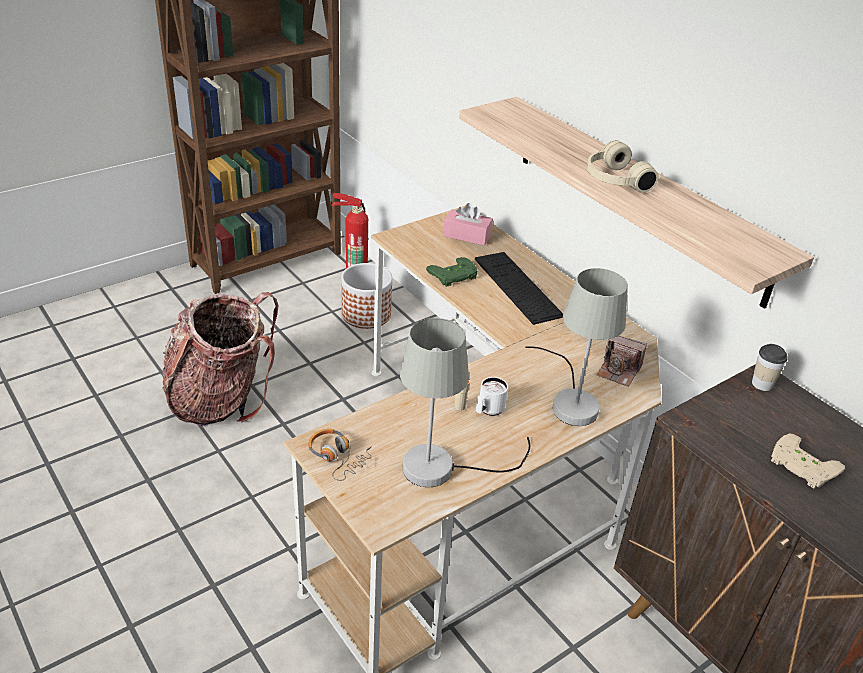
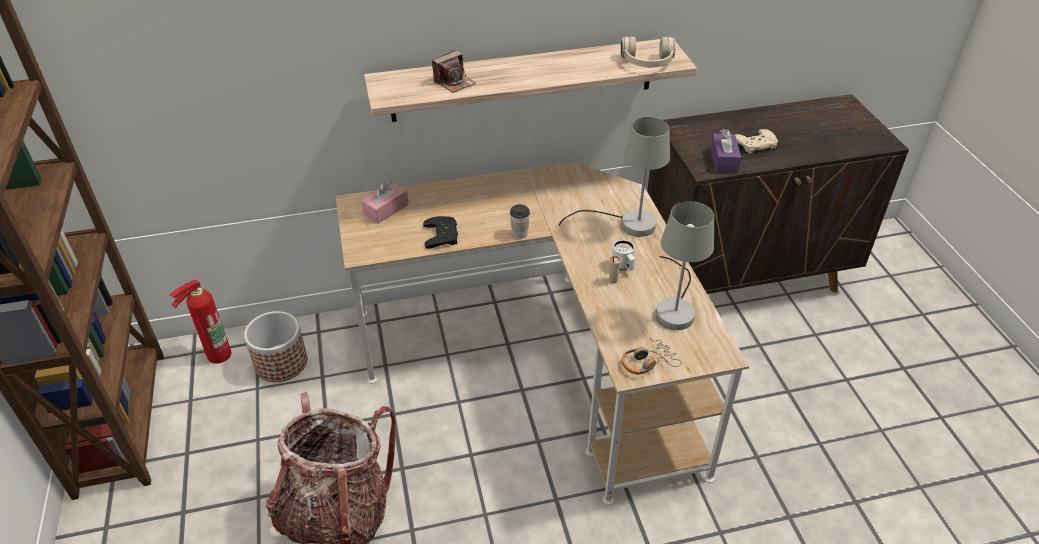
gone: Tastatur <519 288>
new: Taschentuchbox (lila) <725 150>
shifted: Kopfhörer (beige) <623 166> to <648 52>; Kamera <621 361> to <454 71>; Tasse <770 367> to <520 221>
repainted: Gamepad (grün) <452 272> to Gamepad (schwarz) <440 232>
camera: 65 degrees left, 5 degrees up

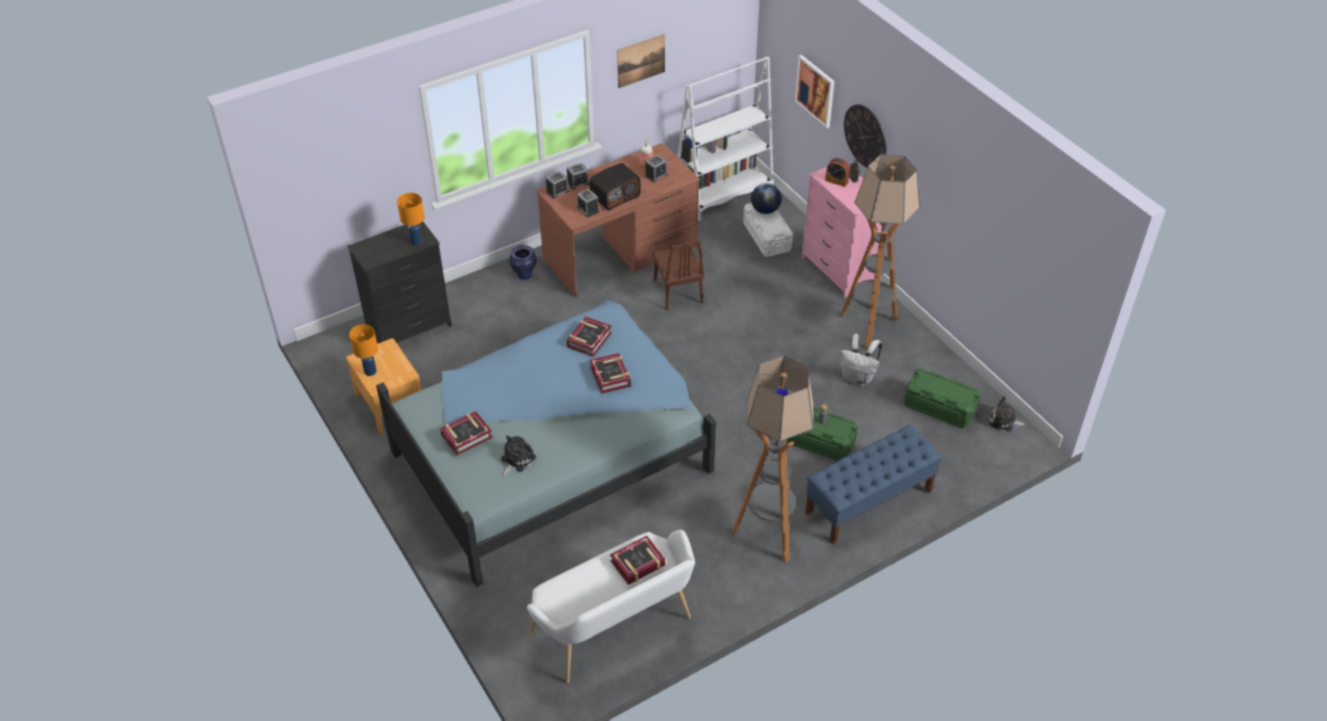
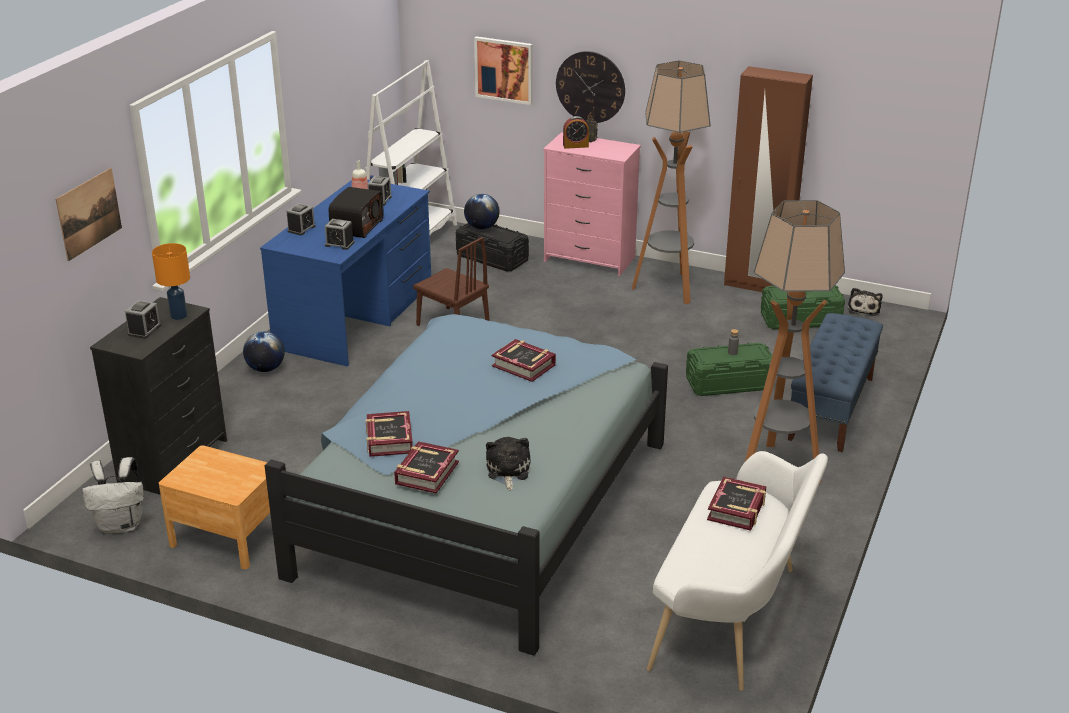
gone: Tischlampe (orange) <363 350>
new: Kleiderschrank (braun) <768 179>
shifted: Bild <641 61> to <89 214>; Wecker <557 185> to <143 319>; Buch <589 337> to <389 434>; Rucksack (weiß) <860 360> to <113 495>
swapped: Vase <523 262> to Globus <264 351>
repainted: Schreibtisch (braun) <618 220> to Schreibtisch (blau) <345 273>; Aufbewahrungsbox (weiß) <768 230> to Aufbewahrungsbox (schwarz) <492 247>
rotated: Plüschtier <1007 414> = <865 302> 60 degrees counterclockwise
camera: 35 degrees left, 15 degrees down

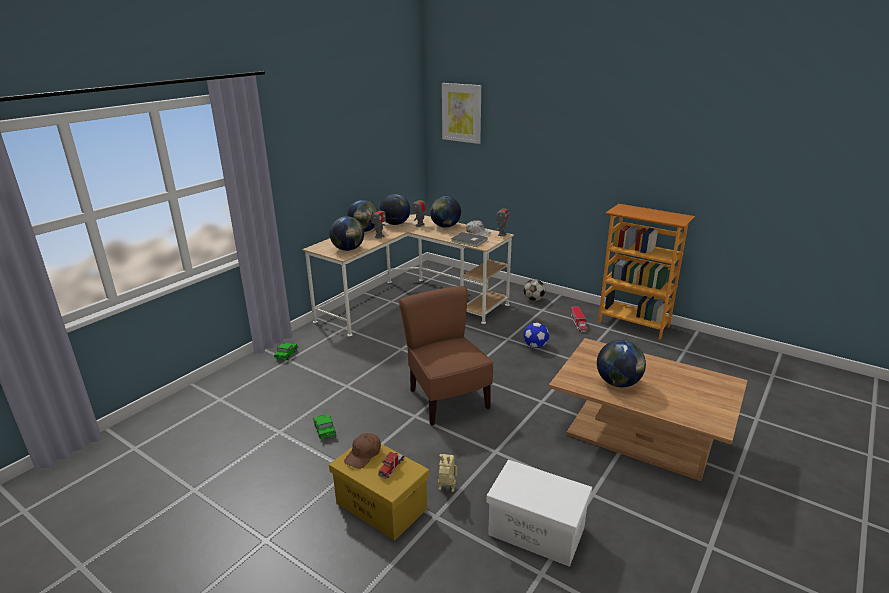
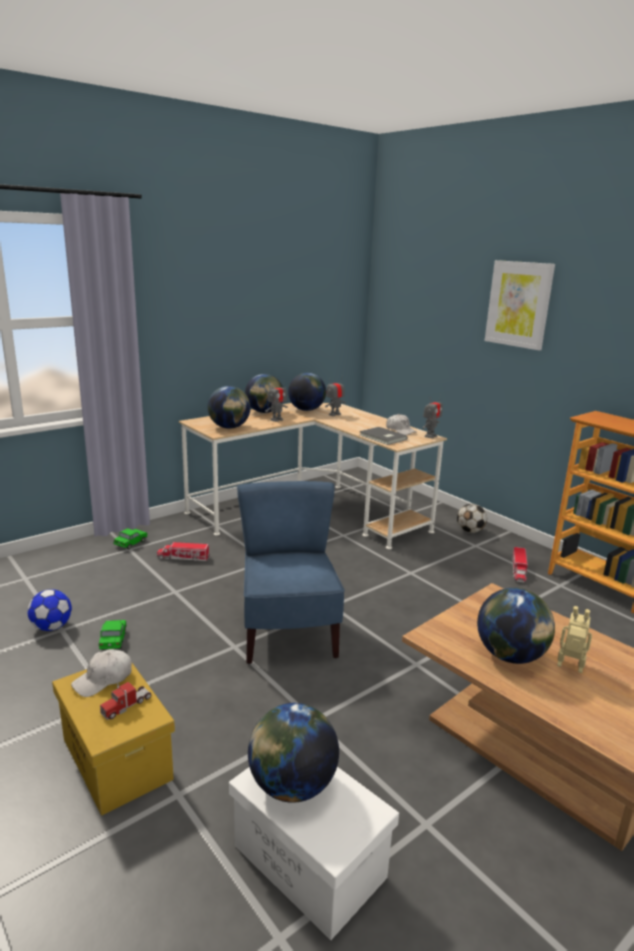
new: Spielzeuglaster <183 551>
shifted: Bild <461 113> to <520 305>; Globus <445 212> to <293 753>; Fußball <536 335> to <49 610>; Spielzeugroboter <447 473> to <574 639>
repainted: Stuhl (braun) <446 356> to Stuhl (blau) <291 572>; Kappe (braun) <362 451> to Kappe (weiß) <101 673>
camera: 15 degrees right, 5 degrees down

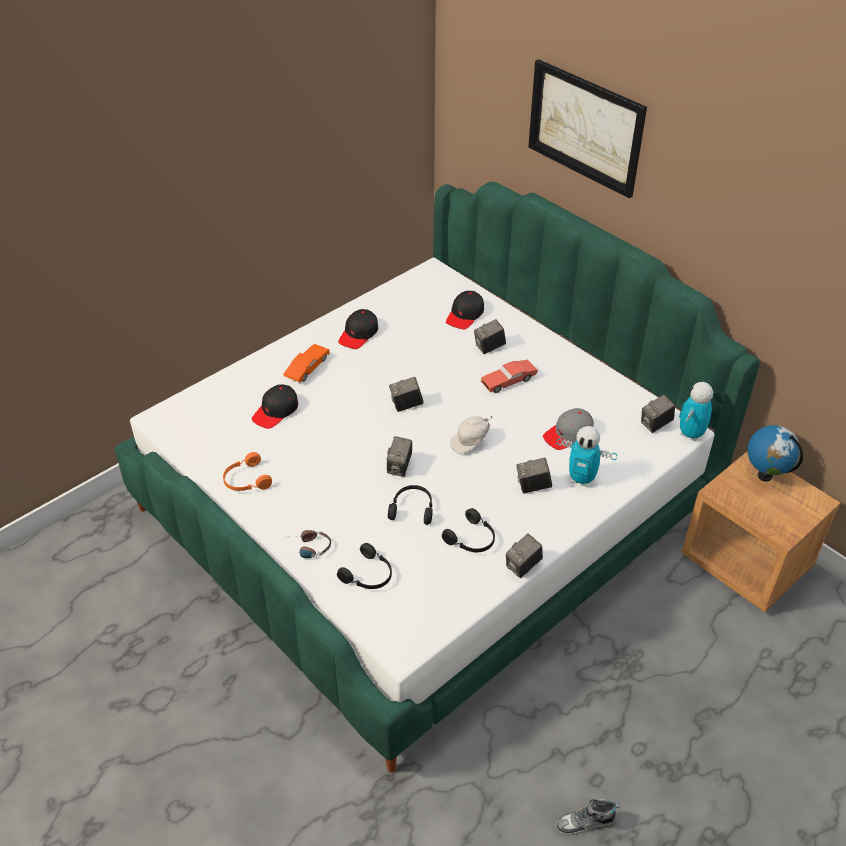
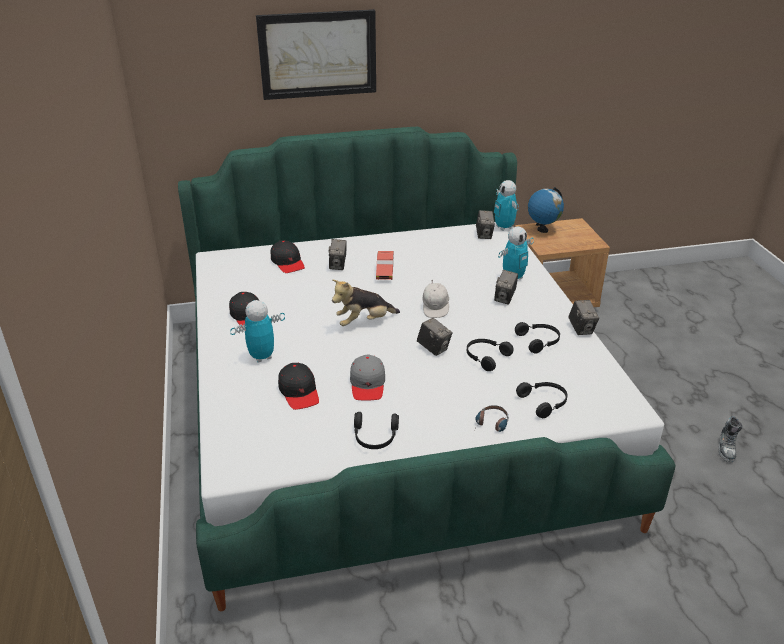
shifted: Kappe (grau) <568 429> to <367 377>
swapped: Spielzeugauto (orange) <307 363> to Spielzeugroboter <257 331>; Kamera <406 394> to Plüschtier <366 302>
repainted: Kopfhörer (orange) <247 471> to Kopfhörer (schwarz) <376 430>
camera: 60 degrees left, 10 degrees down

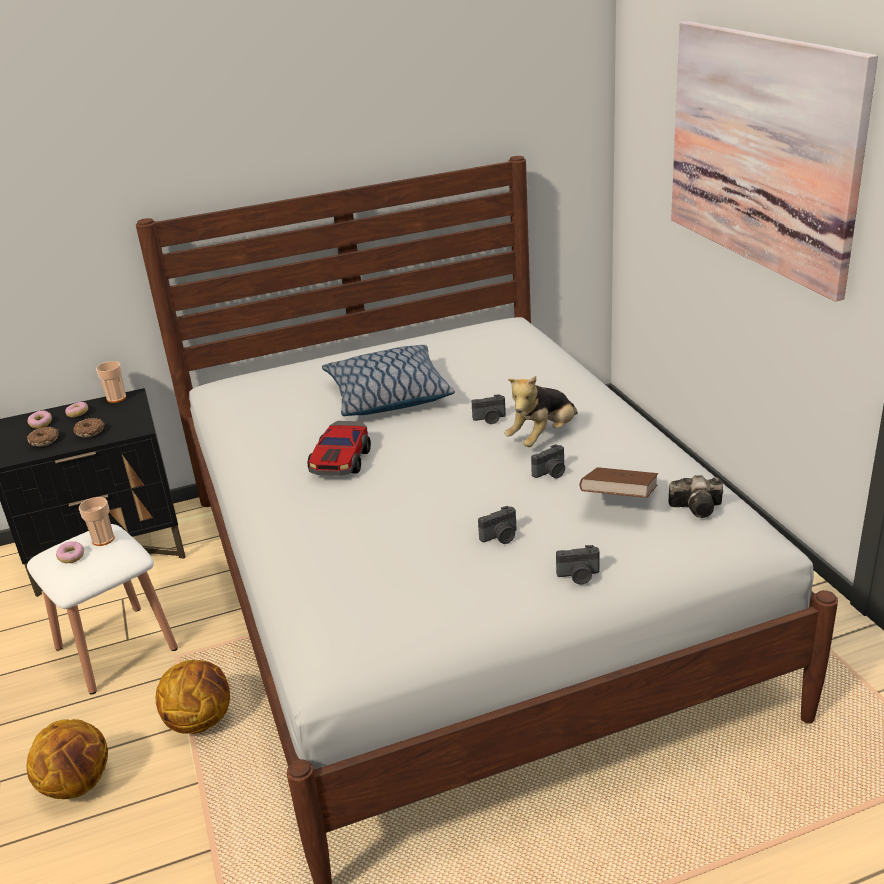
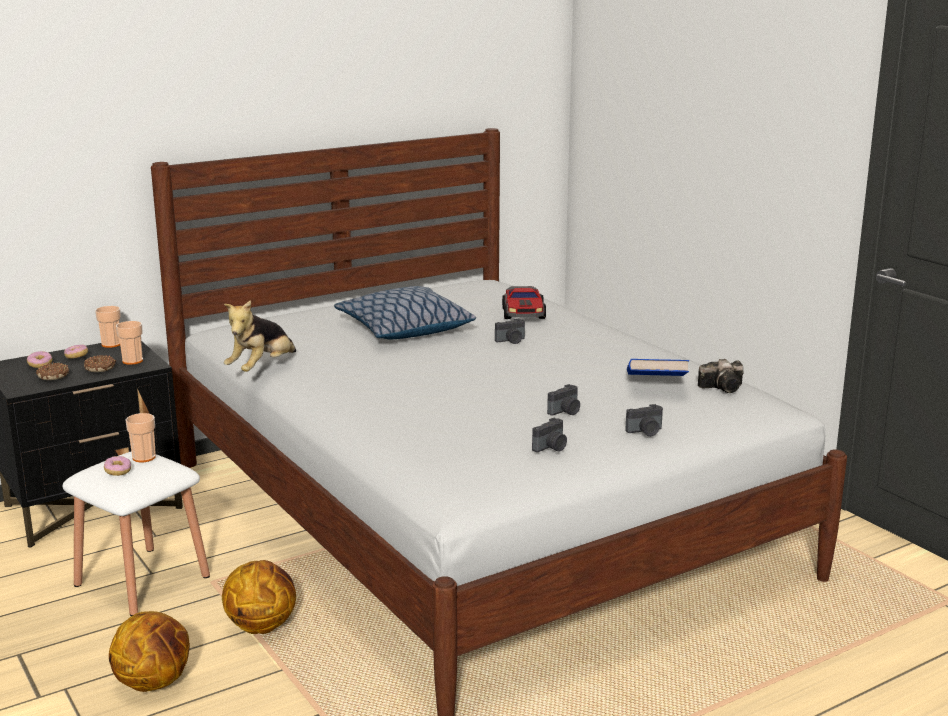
gone: Bild <774 161>
new: Tasse <129 343>
shifted: Plüschtier <541 411> to <260 336>; Spielzeugauto <339 448> to <524 302>; Kamera <548 461> to <549 435>
repainted: Buch (braun) <619 482> to Buch (blau) <658 367>
camera: 15 degrees left, 10 degrees down

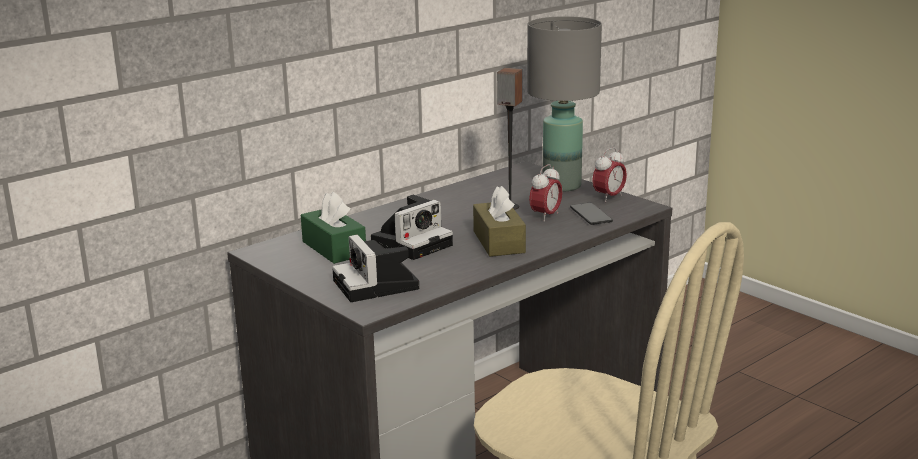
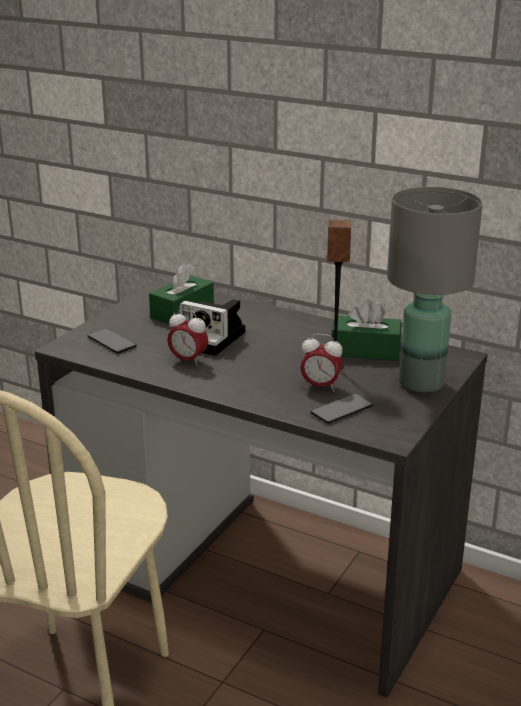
gone: Taschentuchbox (braun) <499 221>
new: Taschentuchbox (grün) <366 330>
shifted: Wecker <609 174> to <187 338>
swapped: Kamera <375 268> to Handy <112 341>
camera: 70 degrees right, 5 degrees up

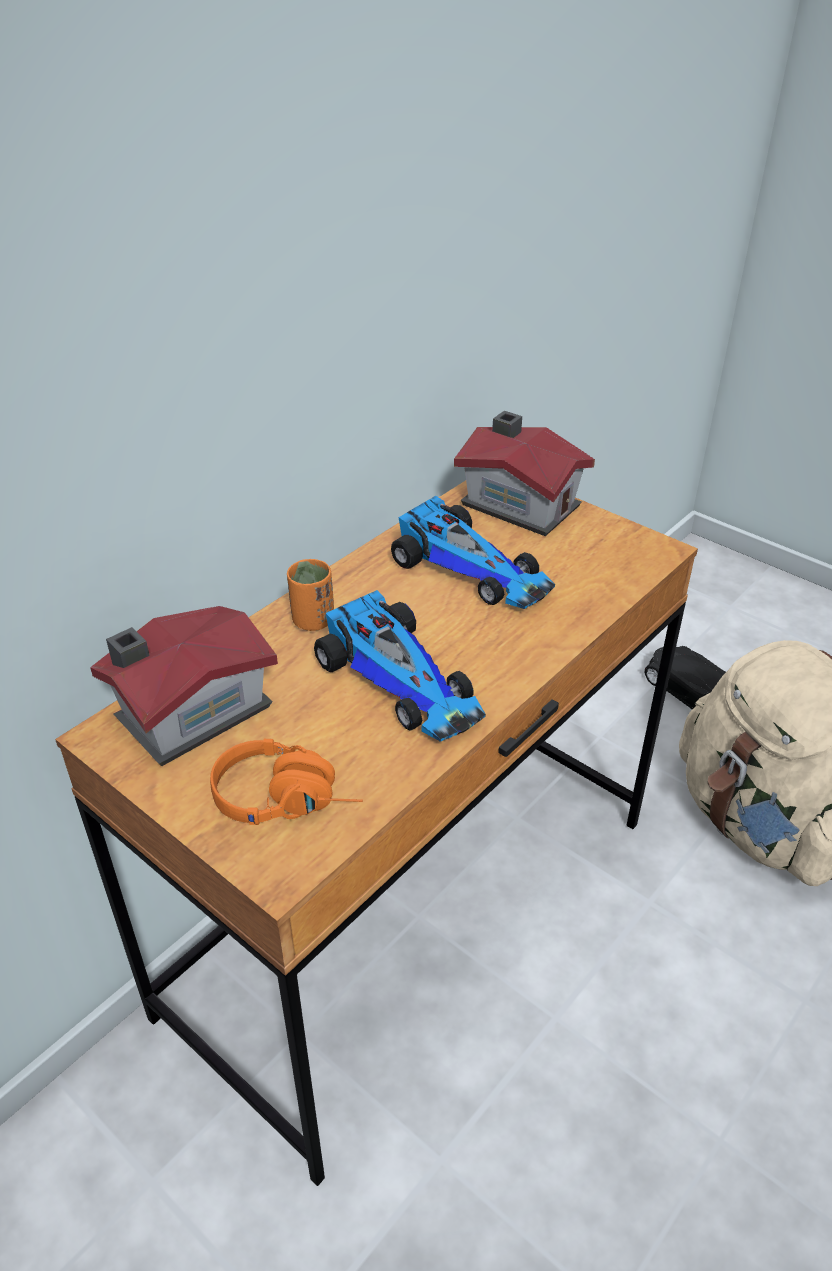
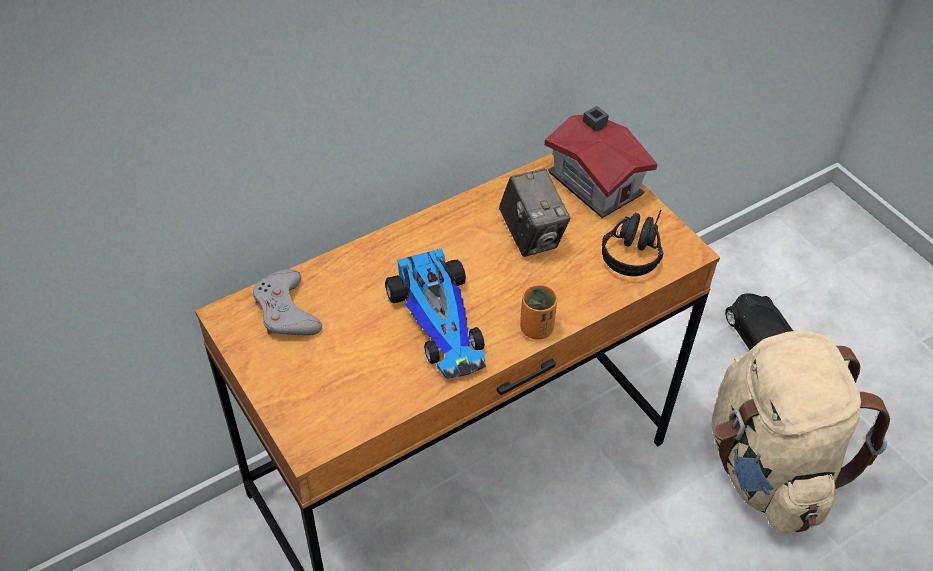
gone: Kopfhörer (orange) <286 782>
new: Kopfhörer (schwarz) <632 243>
shifted: Tasse (orange) <310 595> to <538 312>
swapped: Spielzeugauto <473 552> to Kamera <535 213>; Spielzeughaus <184 686> to Gamepad (grau) <287 302>
camera: 15 degrees right, 10 degrees up

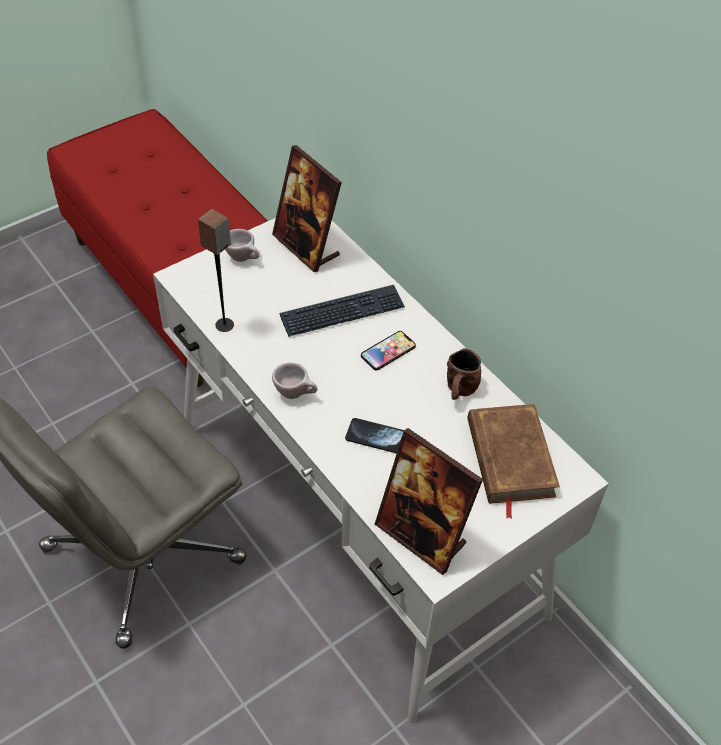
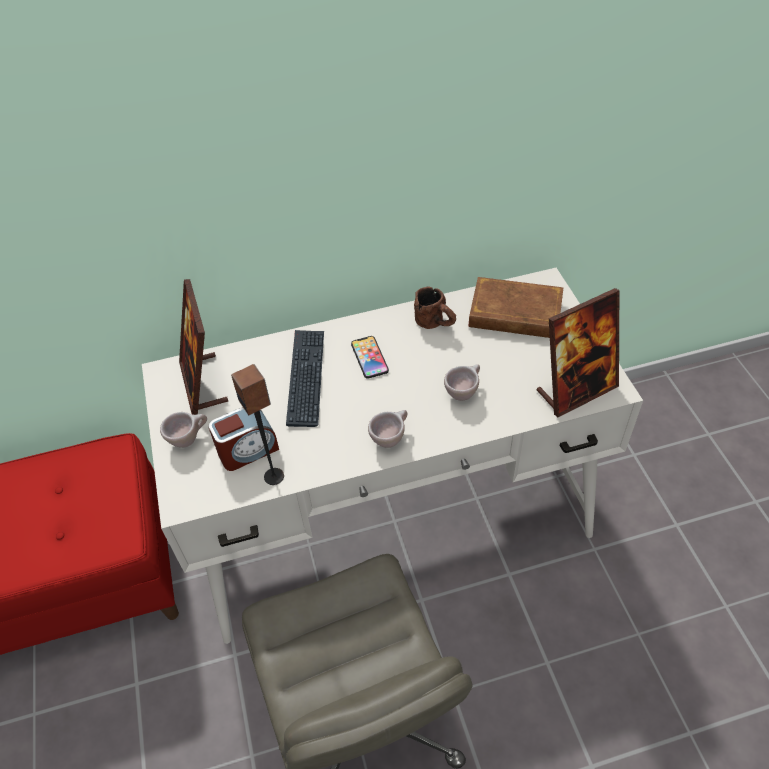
new: Wecker <243 439>
swapped: Handy <374 435> to Tasse (beige) <462 382>
rotated: Bilderrahmen <307 208> = <203 347> 90 degrees clockwise
camera: 65 degrees left, 0 degrees up

